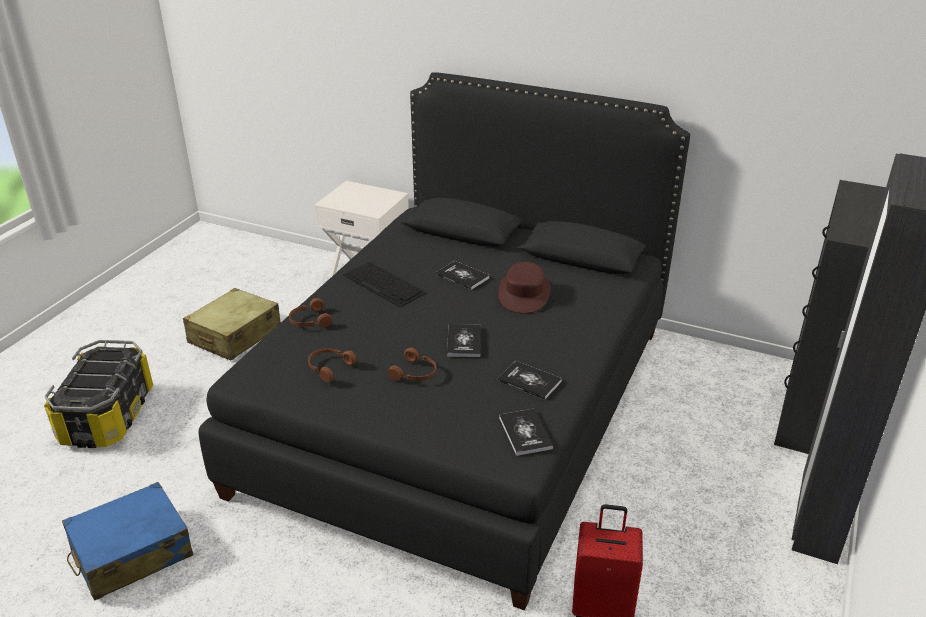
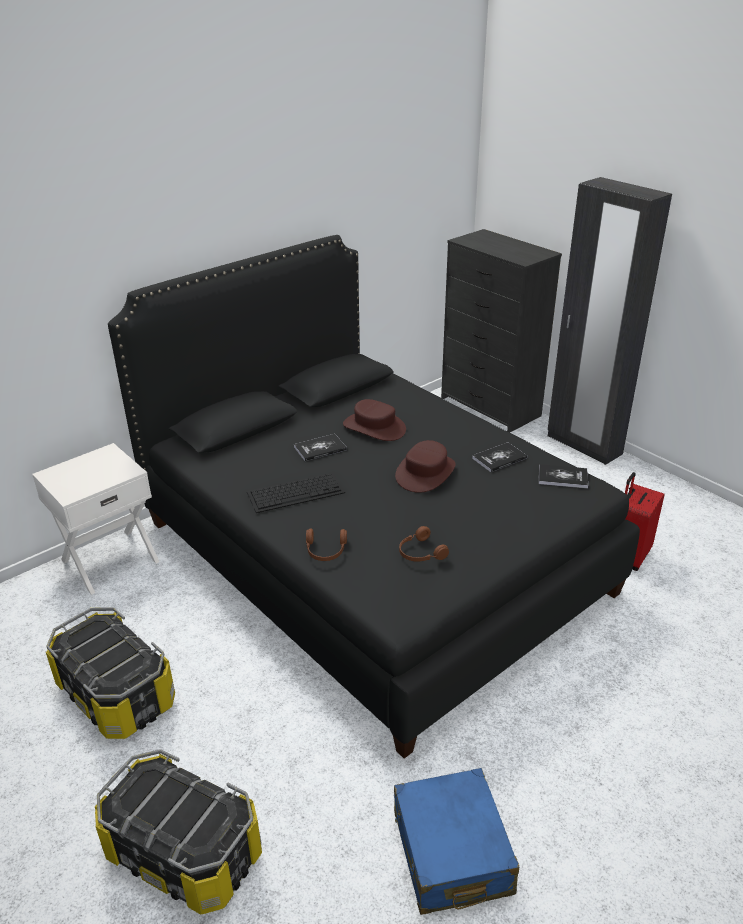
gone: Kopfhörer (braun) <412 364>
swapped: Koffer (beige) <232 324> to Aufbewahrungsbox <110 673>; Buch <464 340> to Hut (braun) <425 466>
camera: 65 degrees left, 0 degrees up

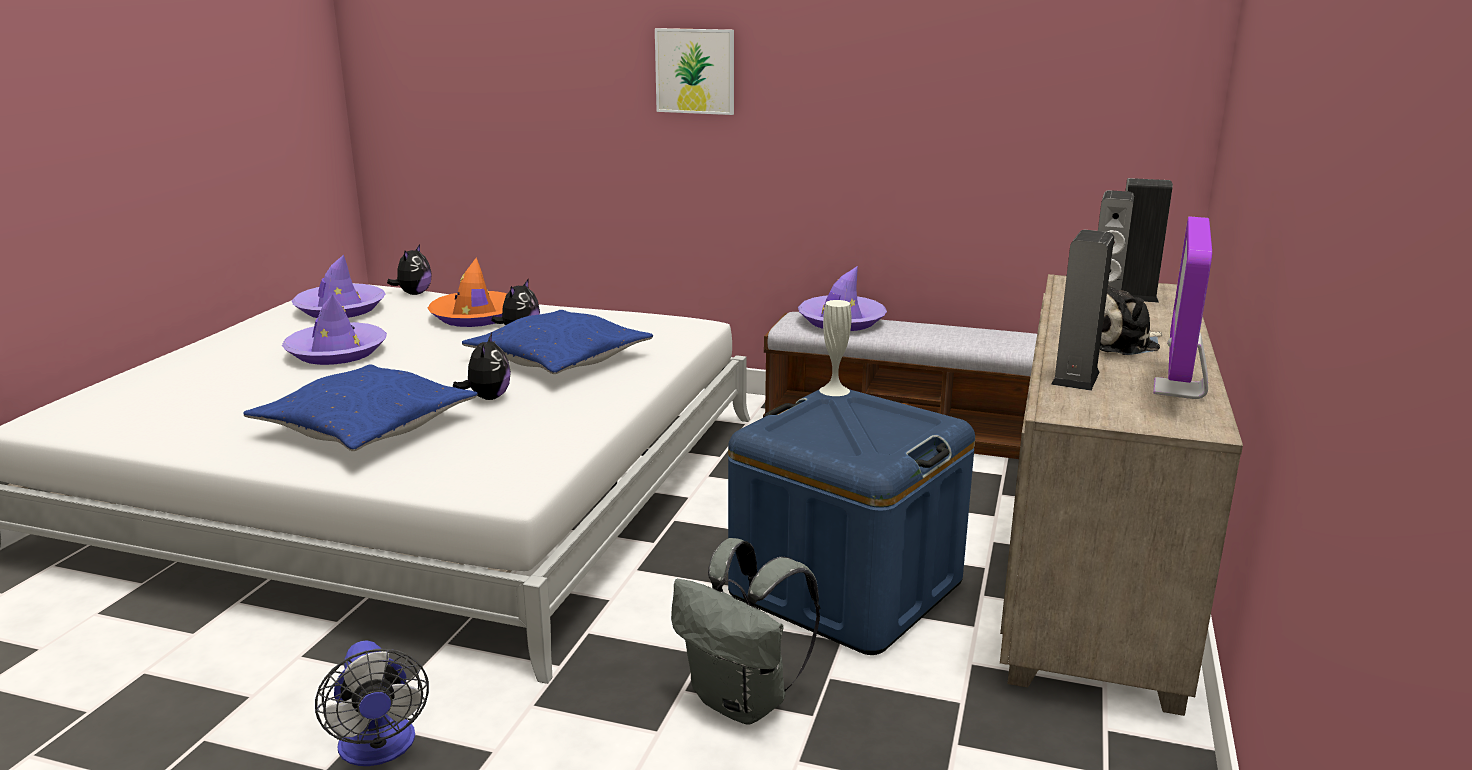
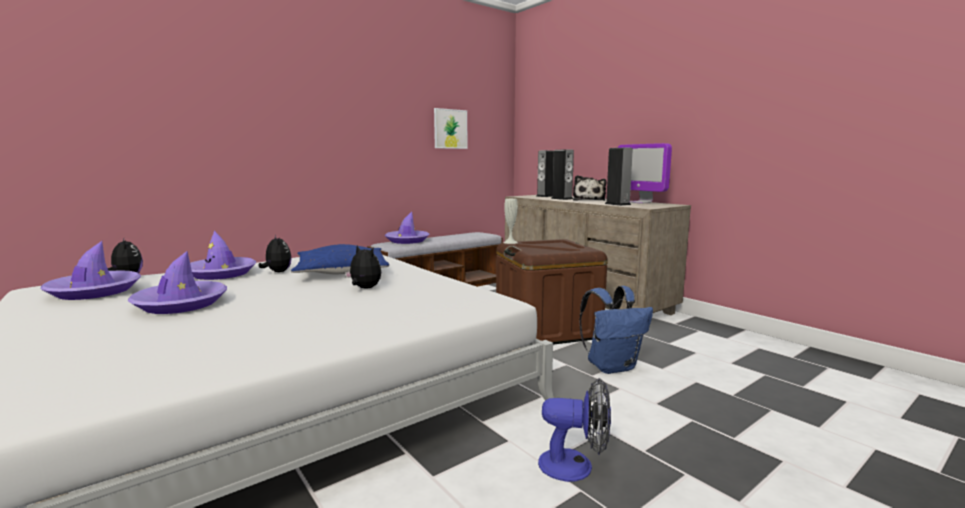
gone: Kissen (blau) <360 407>
shifted: Bild <694 71> to <450 128>
repainted: Hut (orange) <467 292> to Hut (lila) <223 255>; Aufbewahrungsbox (blau) <851 522> to Aufbewahrungsbox (braun) <552 292>; Rucksack (grau) <745 631> to Rucksack (blau) <616 330>
camera: 55 degrees left, 10 degrees down

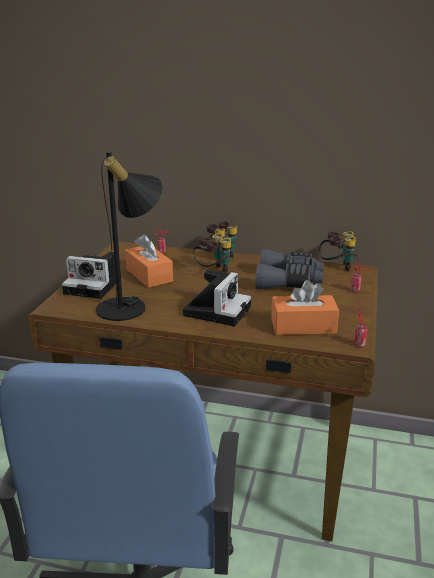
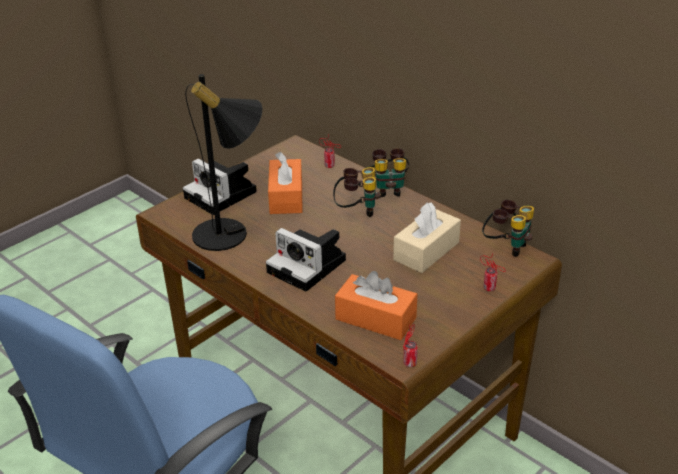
swapped: Fernglas (grau) <289 269> to Taschentuchbox (beige) <427 237>
rotated: Kamera <217 298> = <306 260> 75 degrees clockwise
camera: 30 degrees right, 10 degrees up

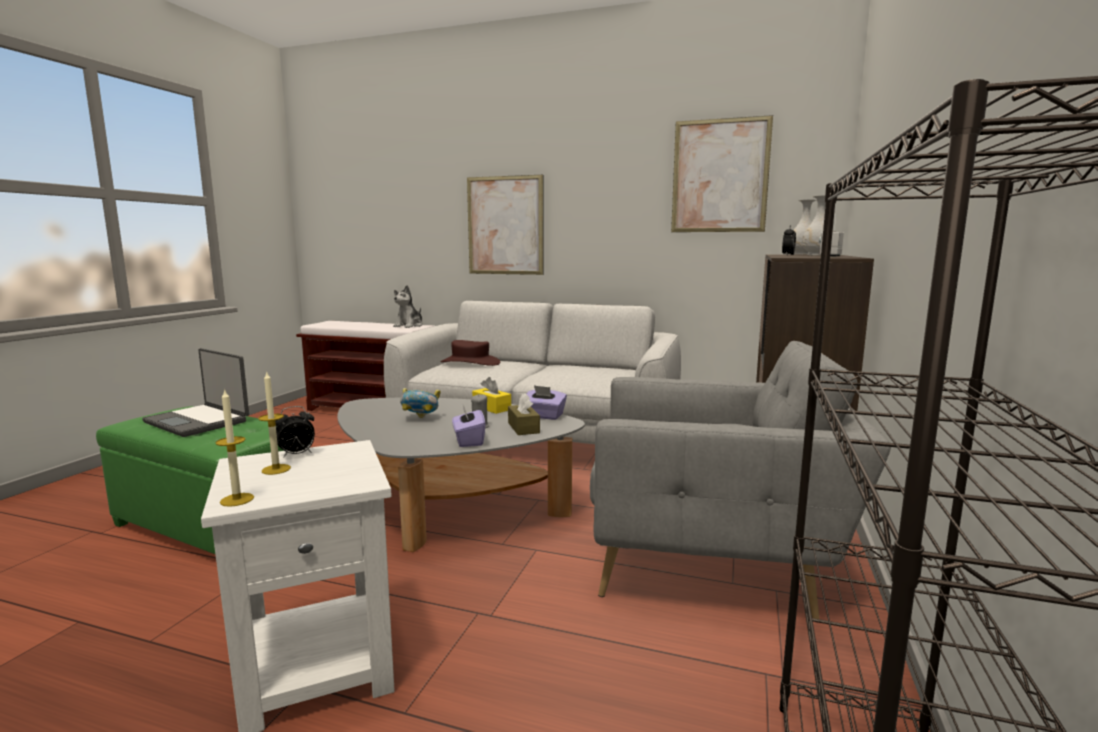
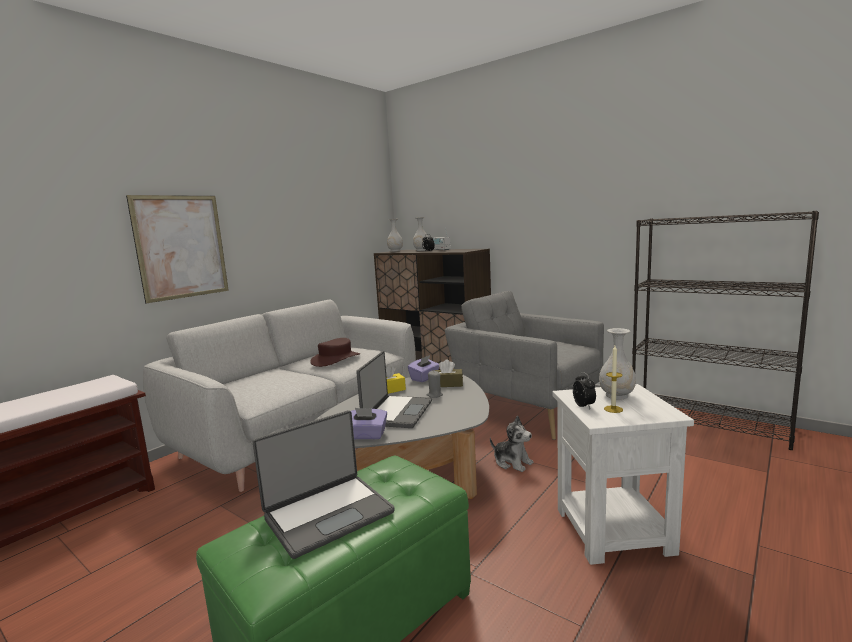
gone: Bild <722 173>; Kerze <234 448>
new: Vase (weiß) <617 363>
shifted: Plüschtier <408 306> to <512 444>; Hut (braun) <470 353> to <335 352>; Taschentuchbox (lila) <468 426> to <369 423>
swapped: Schüssel <420 403> to Laptop <394 389>
rotated: Sessel (grau) <740 480> = <524 365> 75 degrees counterclockwise
camera: 70 degrees left, 0 degrees up

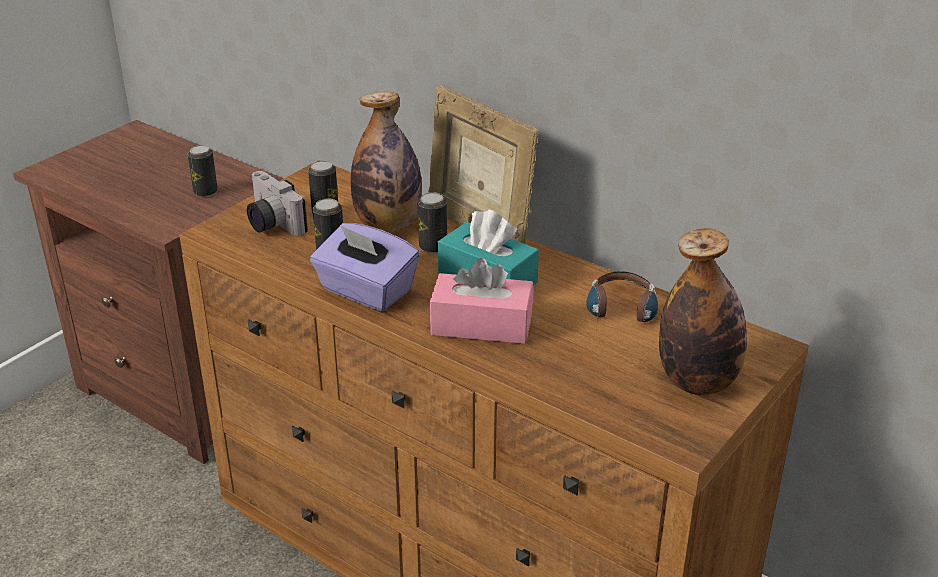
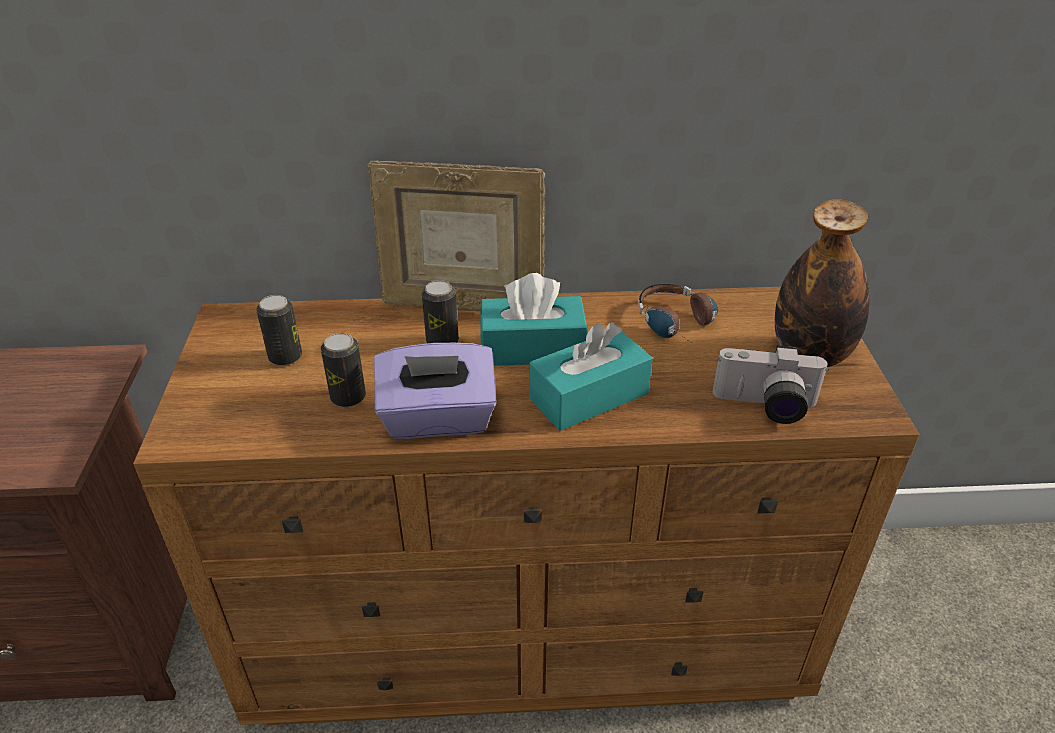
gone: Flasche <386 162>; Dose <203 171>
shifted: Kamera <277 203> to <771 385>
repainted: Taschentuchbox (rosa) <481 301> to Taschentuchbox (türkis) <591 376>
camera: 40 degrees left, 5 degrees up

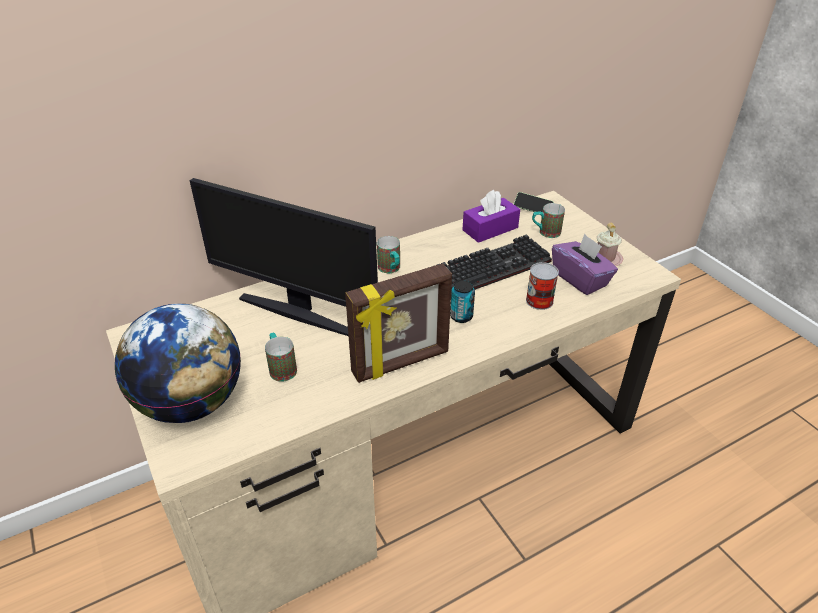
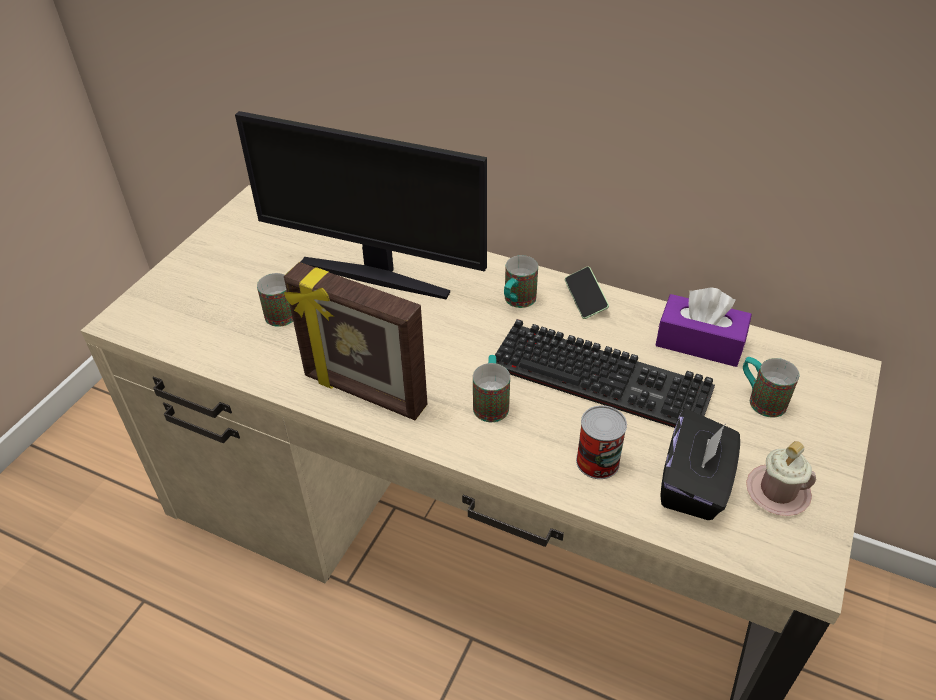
gone: Globus <178 363>
shifted: Handy <534 202> to <587 293>
swapped: Dose <462 301> to Henkelbecher <491 388>
repainted: Taschentuchbox (lila) <585 264> to Taschentuchbox (schwarz) <700 464>
rotated: Monitor <284 257> = <361 205> 60 degrees counterclockwise
camera: 55 degrees right, 5 degrees up

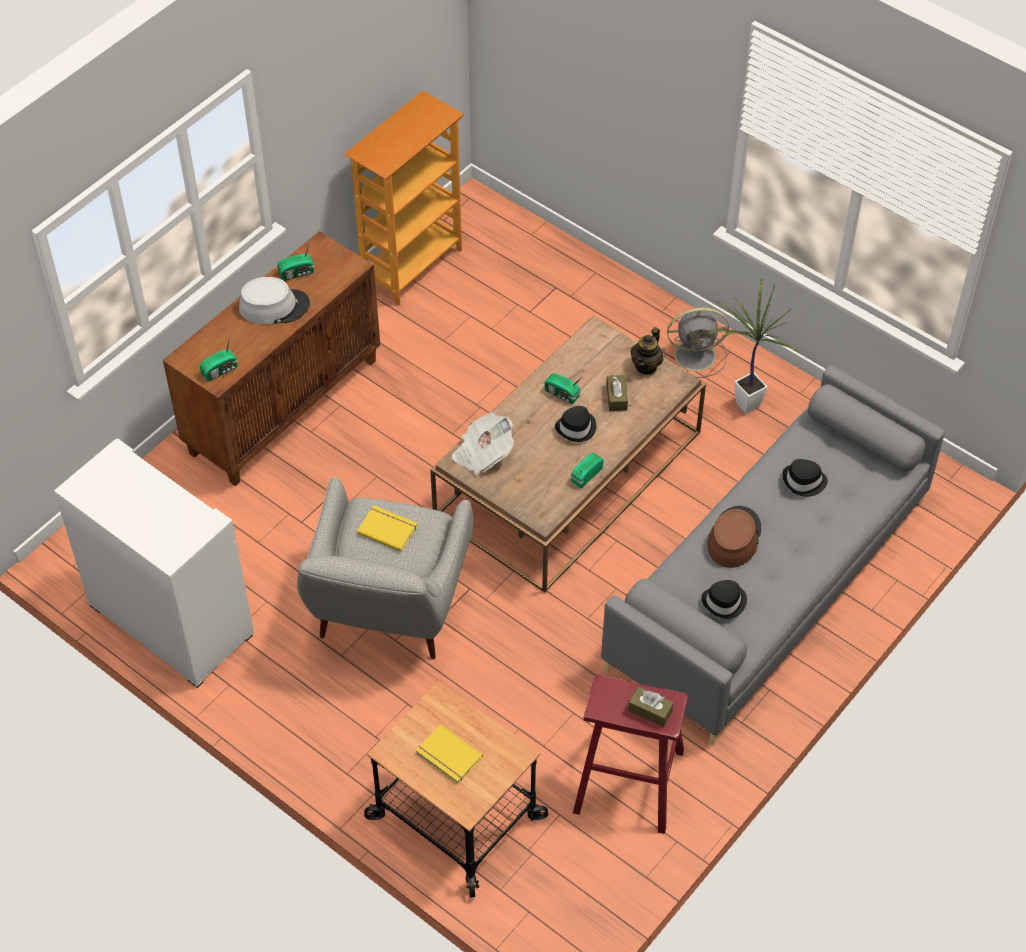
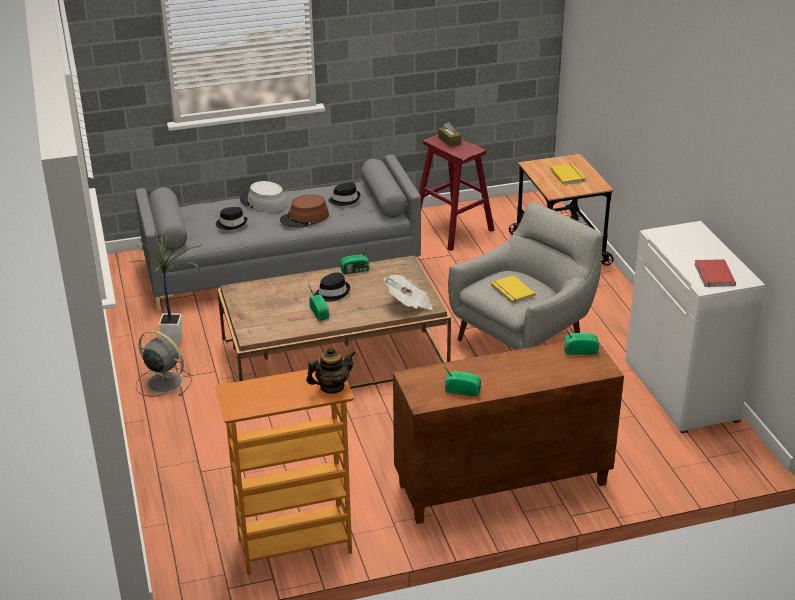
gone: Taschentuchbox (braun) <617 393>
new: Buch (rot) <715 273>
shifted: Hut (grau) <274 300> to <263 196>; Teekanne <646 351> to <331 370>
camera: 145 degrees left, 20 degrees down

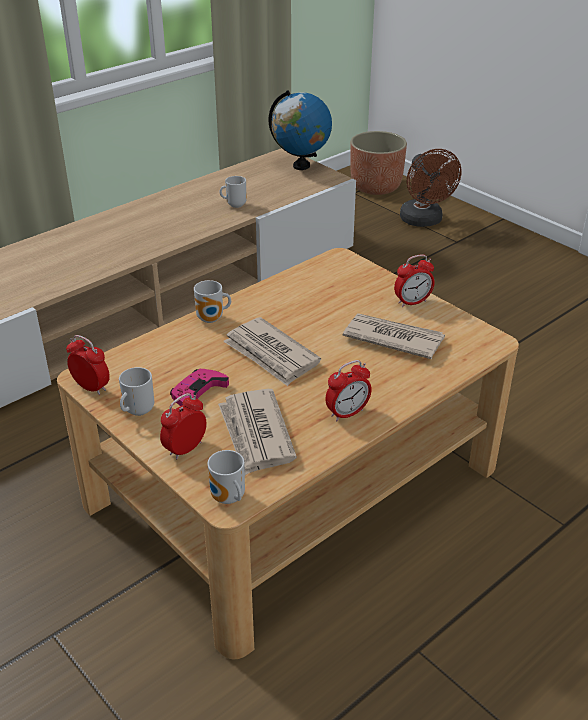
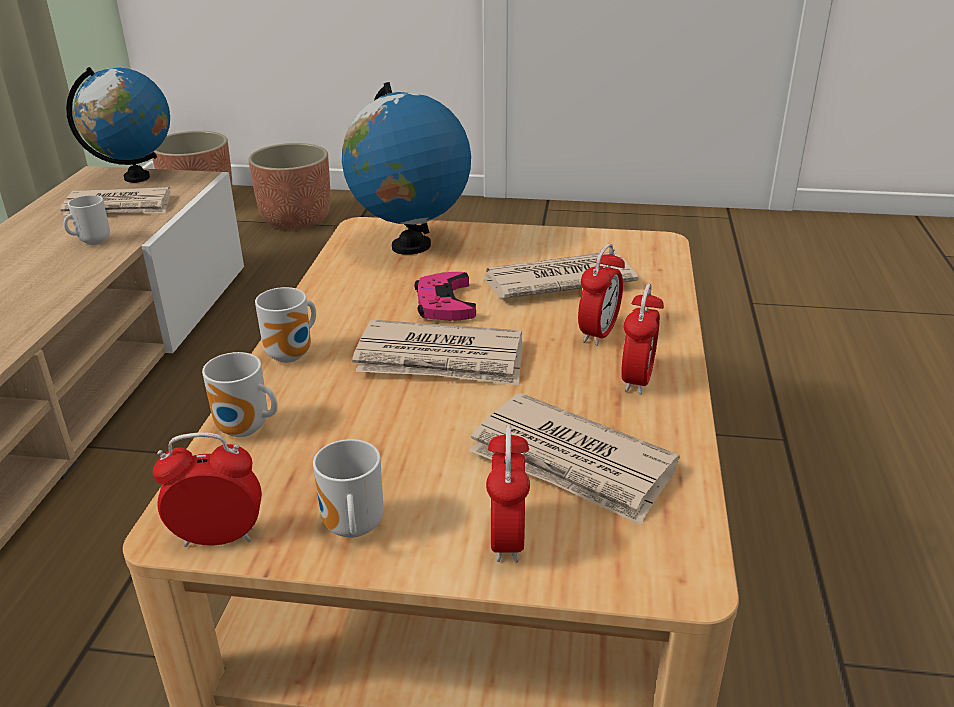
new: Globus <406 168>; Zeitung <115 201>
shifted: Wecker <414 280> to <601 295>; Gamepad (rosa) <199 387> to <445 296>; Henkelbecher <226 477> to <240 394>
swapped: Ventilator (braun) <431 188> to Pflanzkübel <289 186>
camera: 40 degrees left, 5 degrees down

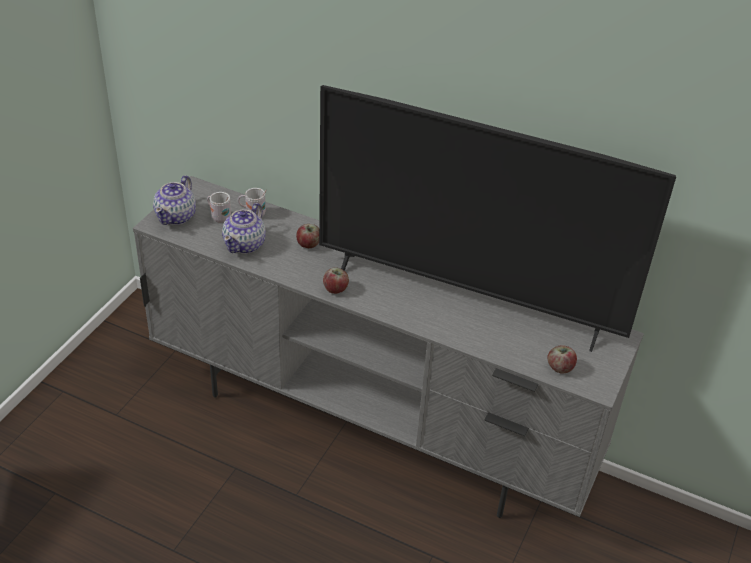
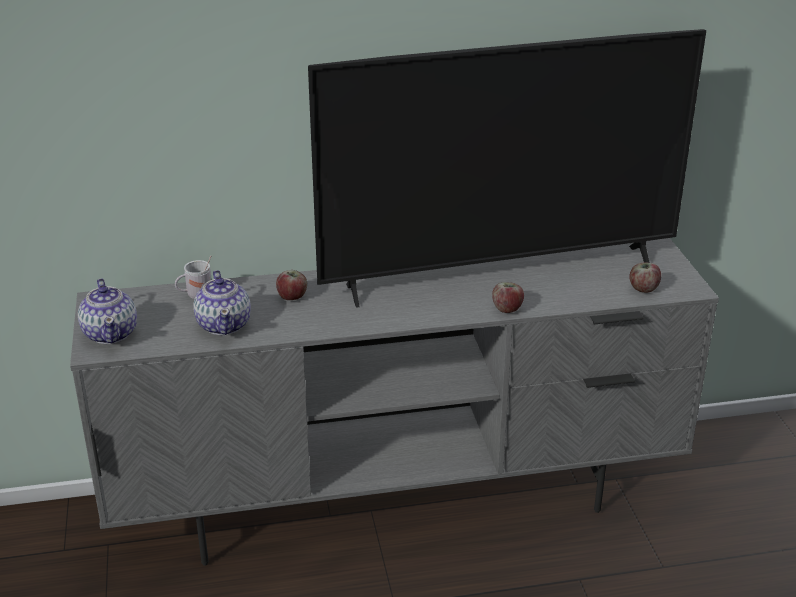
gone: Henkelbecher (weiß) <219 207>
shifted: Apfel <336 280> to <508 297>
camera: 35 degrees left, 10 degrees down

